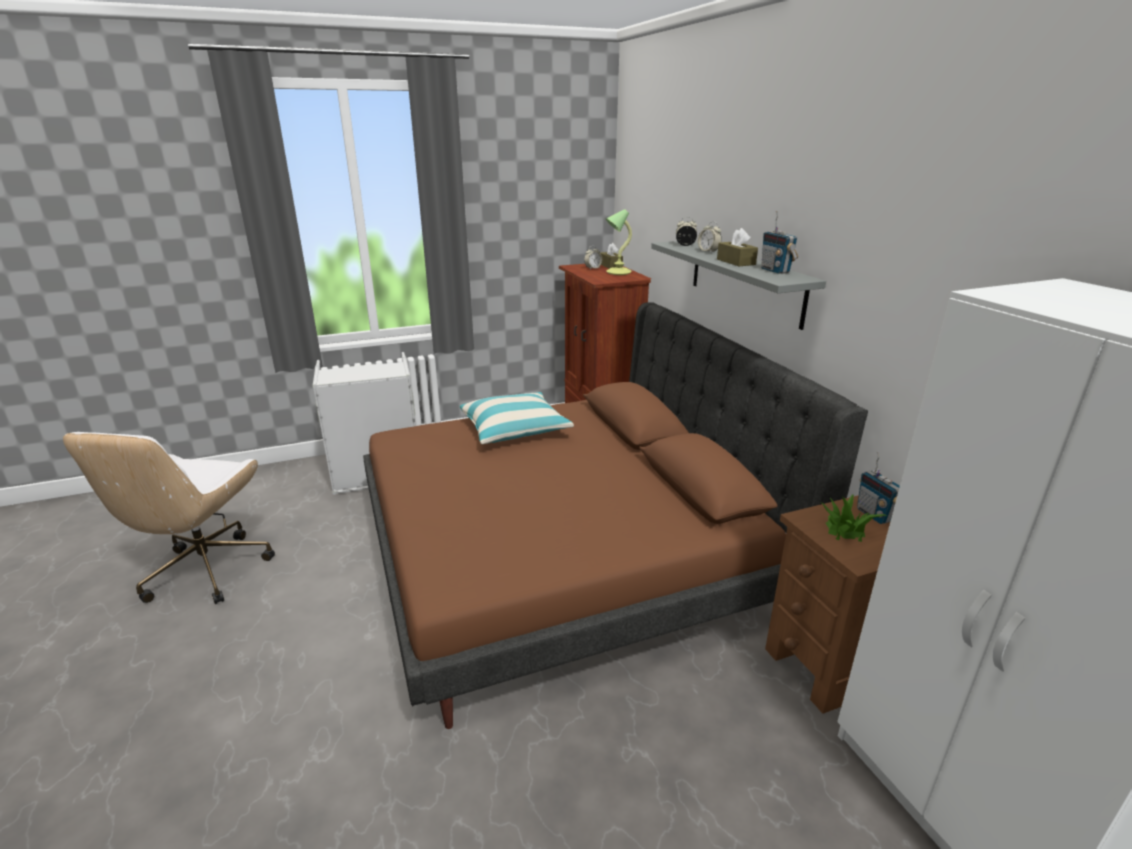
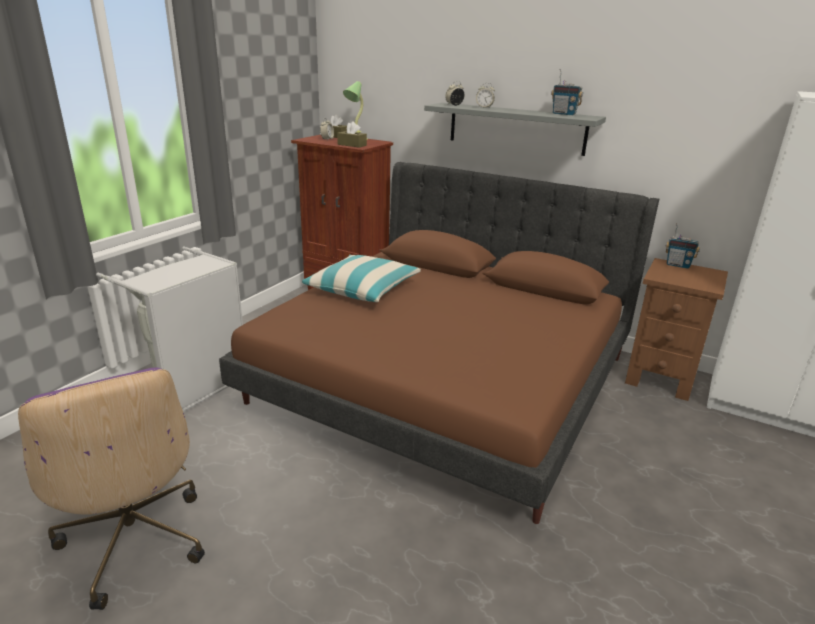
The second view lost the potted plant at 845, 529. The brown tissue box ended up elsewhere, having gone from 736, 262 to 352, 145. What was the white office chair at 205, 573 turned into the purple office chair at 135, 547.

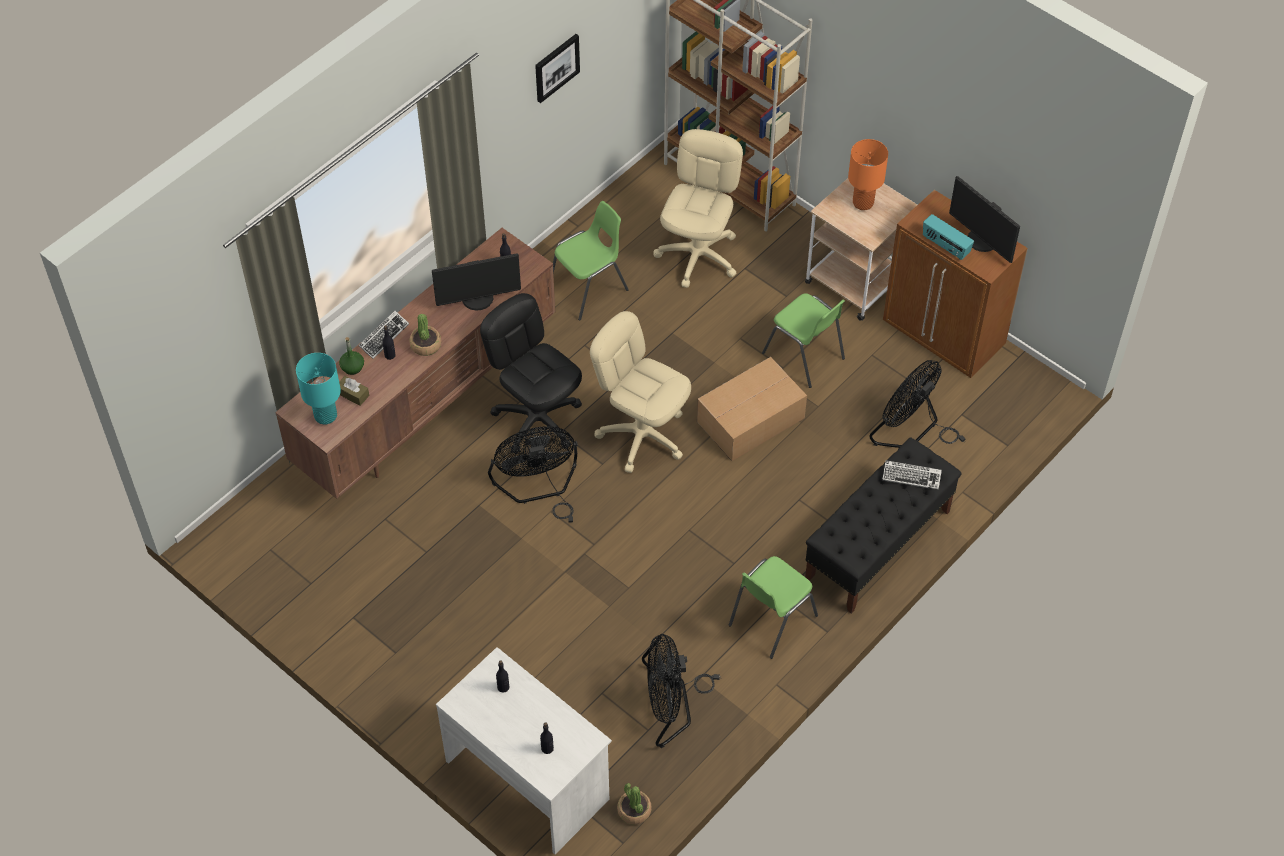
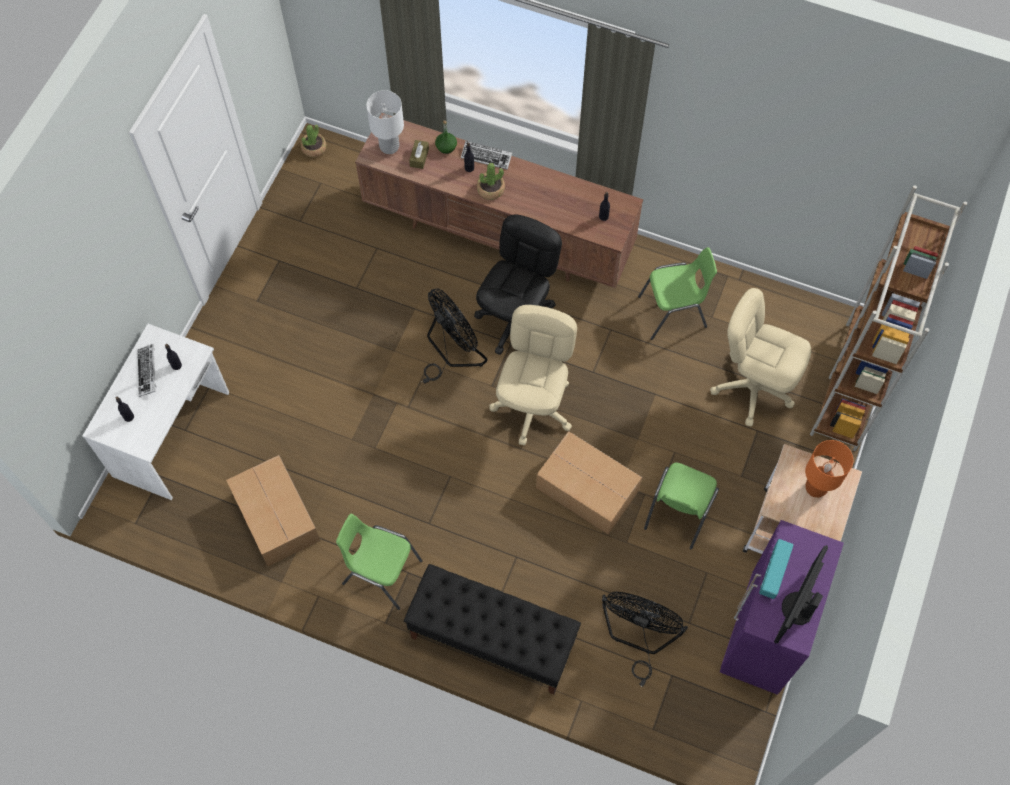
The second view lost the monitor at 478, 299. The second view lost the picture at 556, 67. The potted plant ended up elsewhere, having gone from 634, 810 to 314, 148. The keyboard ended up elsewhere, having gone from 911, 477 to 147, 372. Where the black fan stood at 672, 701, the cardboard box came to stand at 276, 518. What was the turquoise table lamp at 326, 417 turned into the white table lamp at 389, 148. What was the brown cabinet at 944, 331 turned into the purple cabinet at 764, 631. The green chair at 589, 289 ended up facing another way, 45 degrees counterclockwise from before. The beige office chair at 698, 256 ended up facing another way, 150 degrees counterclockwise from before.

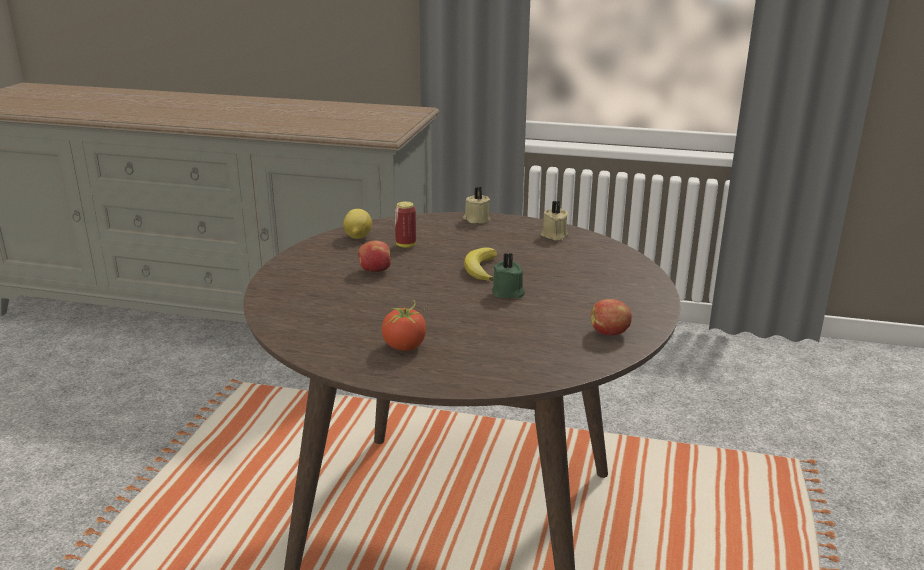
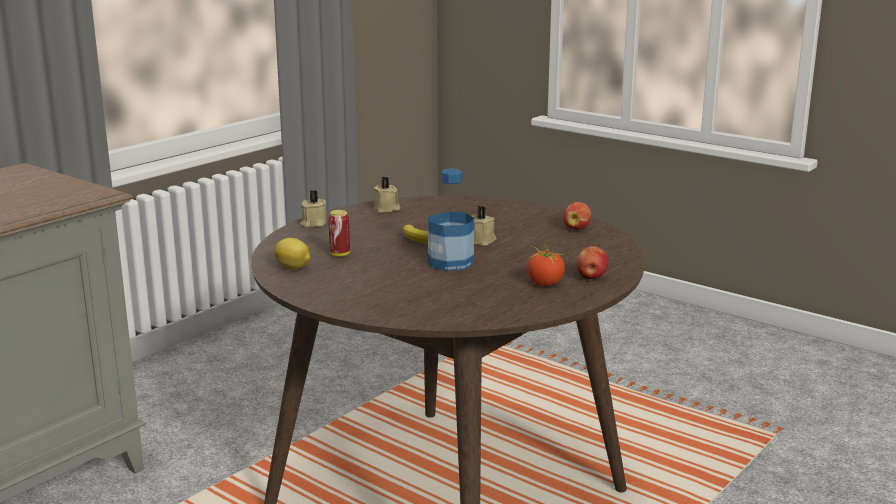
The second view gained the bottle at 450, 262. The apple ended up elsewhere, having gone from 374, 271 to 591, 277. What was the green candle at 508, 293 turned into the beige candle at 482, 241.

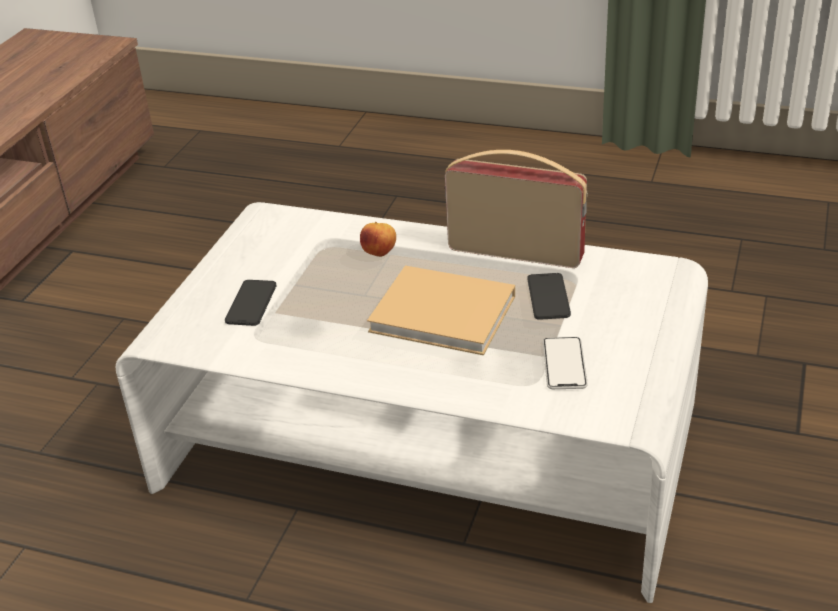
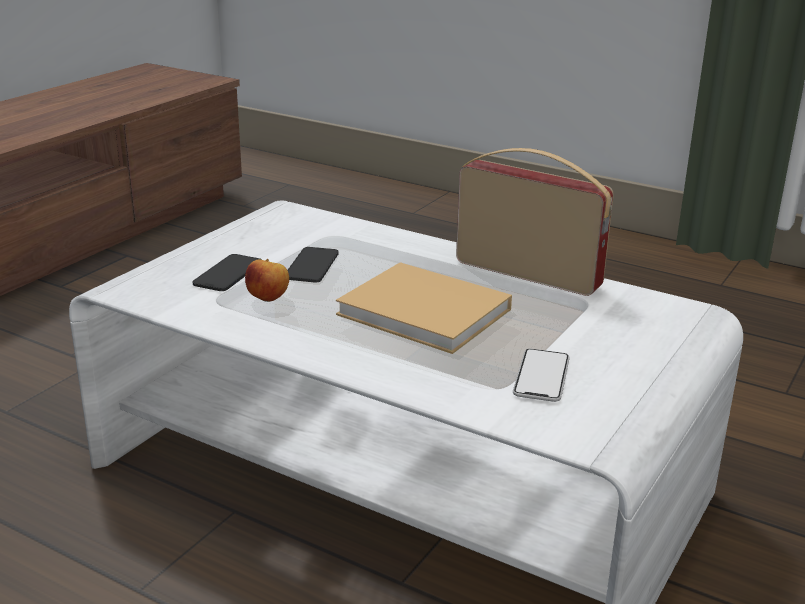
The apple ended up elsewhere, having gone from 379, 253 to 269, 299. The phone ended up elsewhere, having gone from 548, 297 to 312, 265.

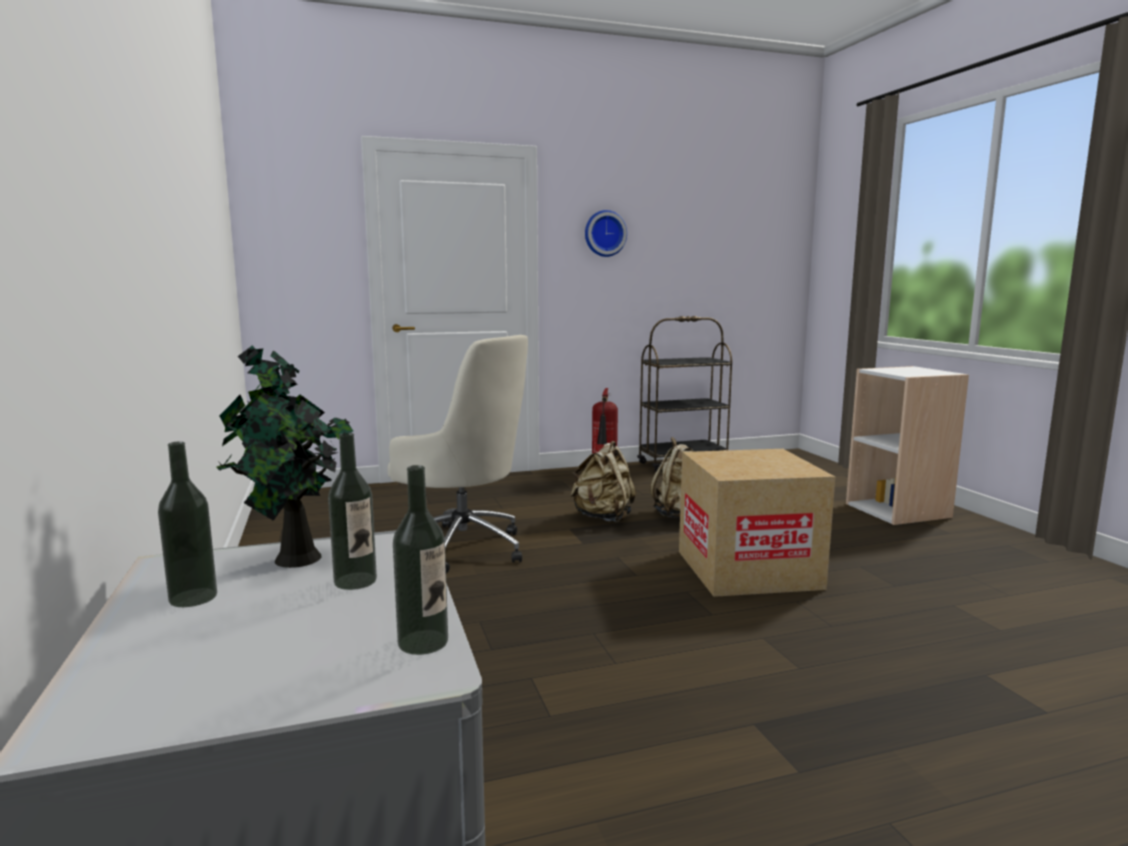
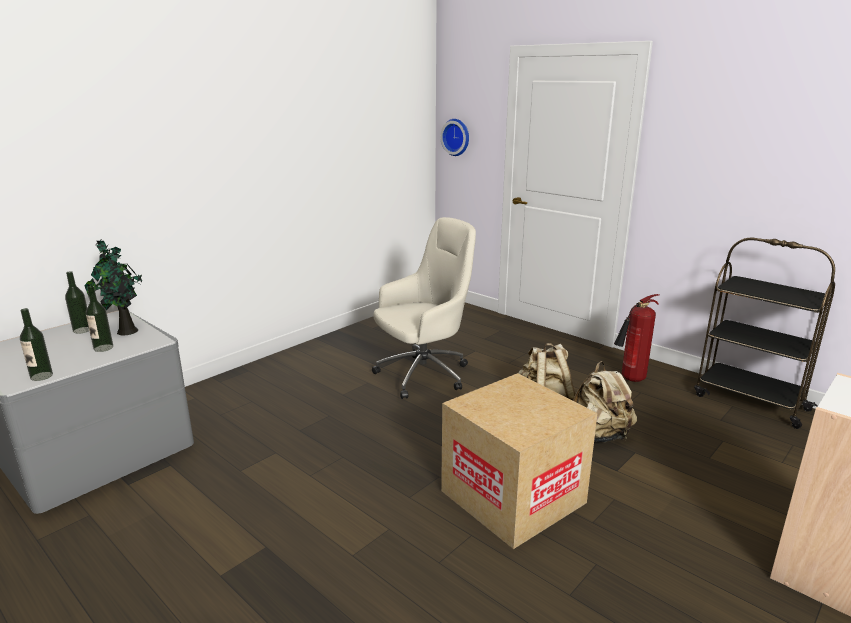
The wall clock ended up elsewhere, having gone from 604, 233 to 456, 137. The beige office chair at 464, 548 ended up facing another way, 120 degrees counterclockwise from before.

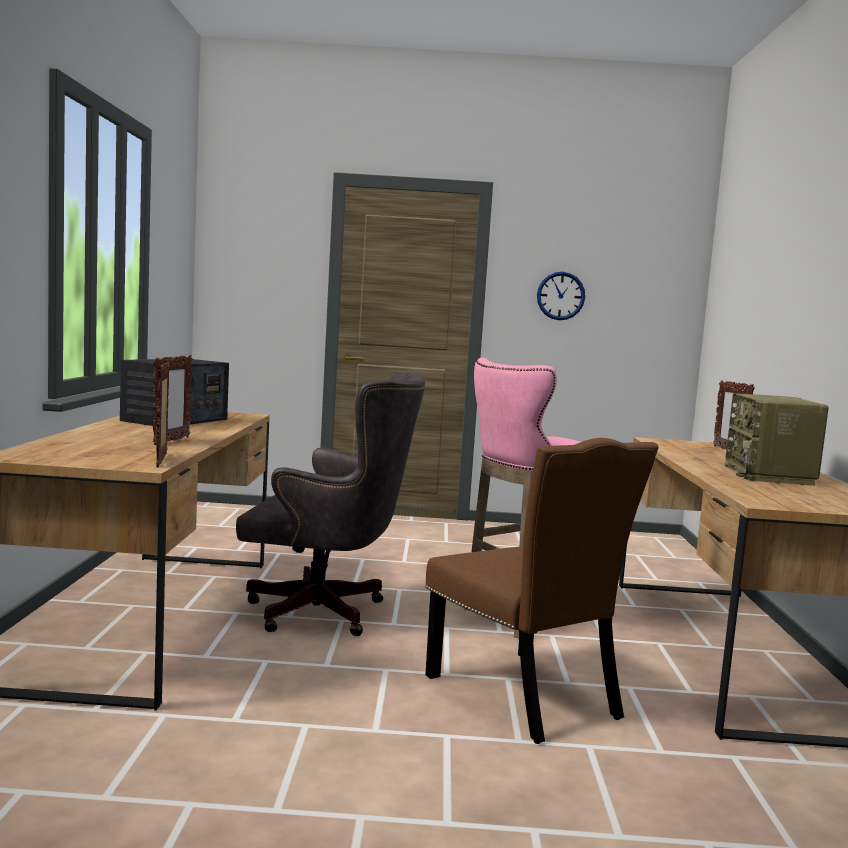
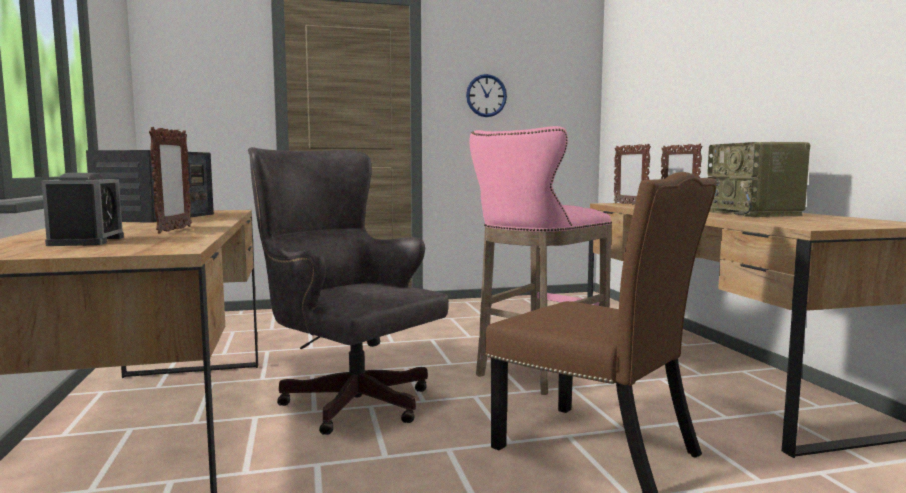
The second view gained the alarm clock at 87, 241. The picture frame ended up elsewhere, having gone from 162, 460 to 630, 204. The grey office chair at 326, 613 ended up facing another way, 135 degrees counterclockwise from before.

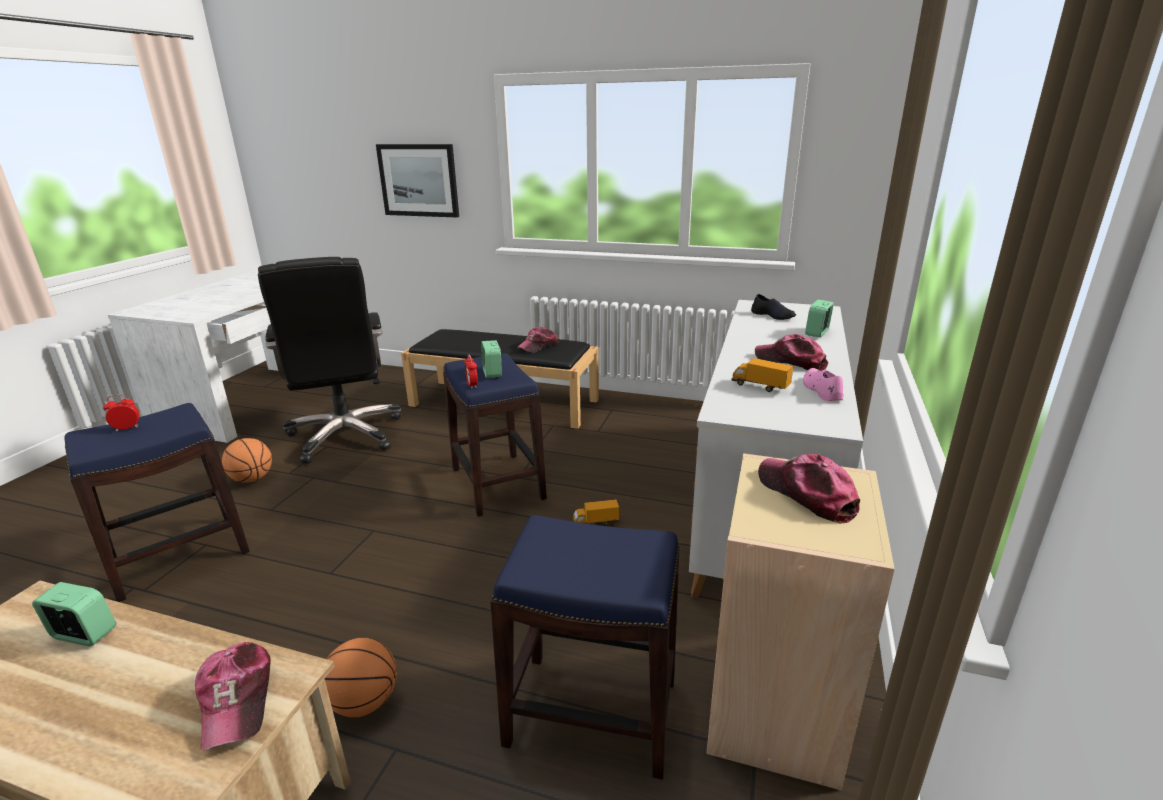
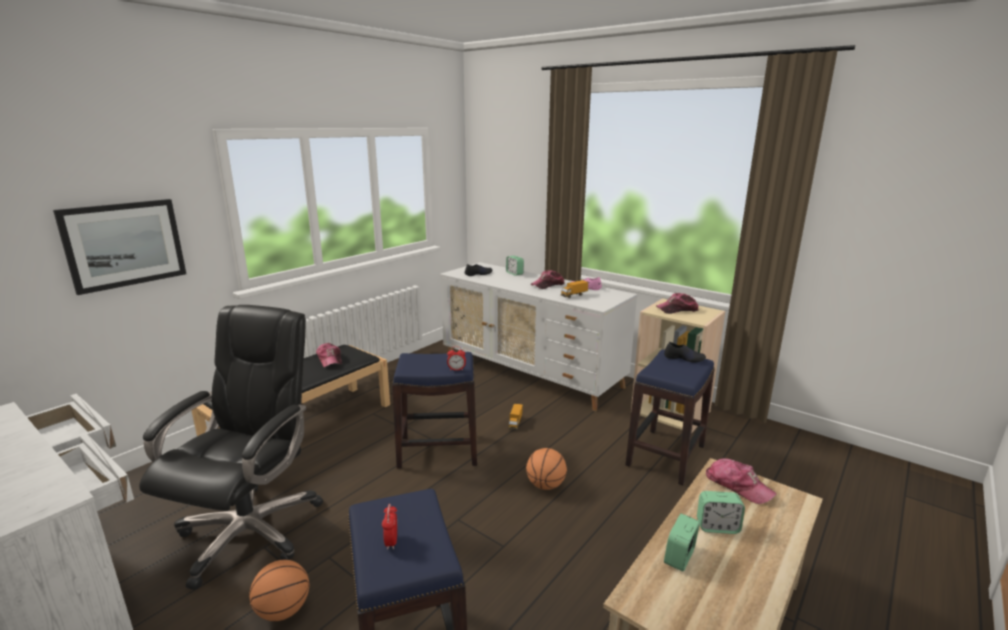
The second view gained the black shoe at 684, 358. The basketball ended up elsewhere, having gone from 364, 702 to 545, 485. The alarm clock ended up elsewhere, having gone from 492, 373 to 717, 526. The cap at 237, 700 ended up facing another way, 45 degrees clockwise from before. The black office chair at 345, 434 ended up facing another way, 75 degrees counterclockwise from before.

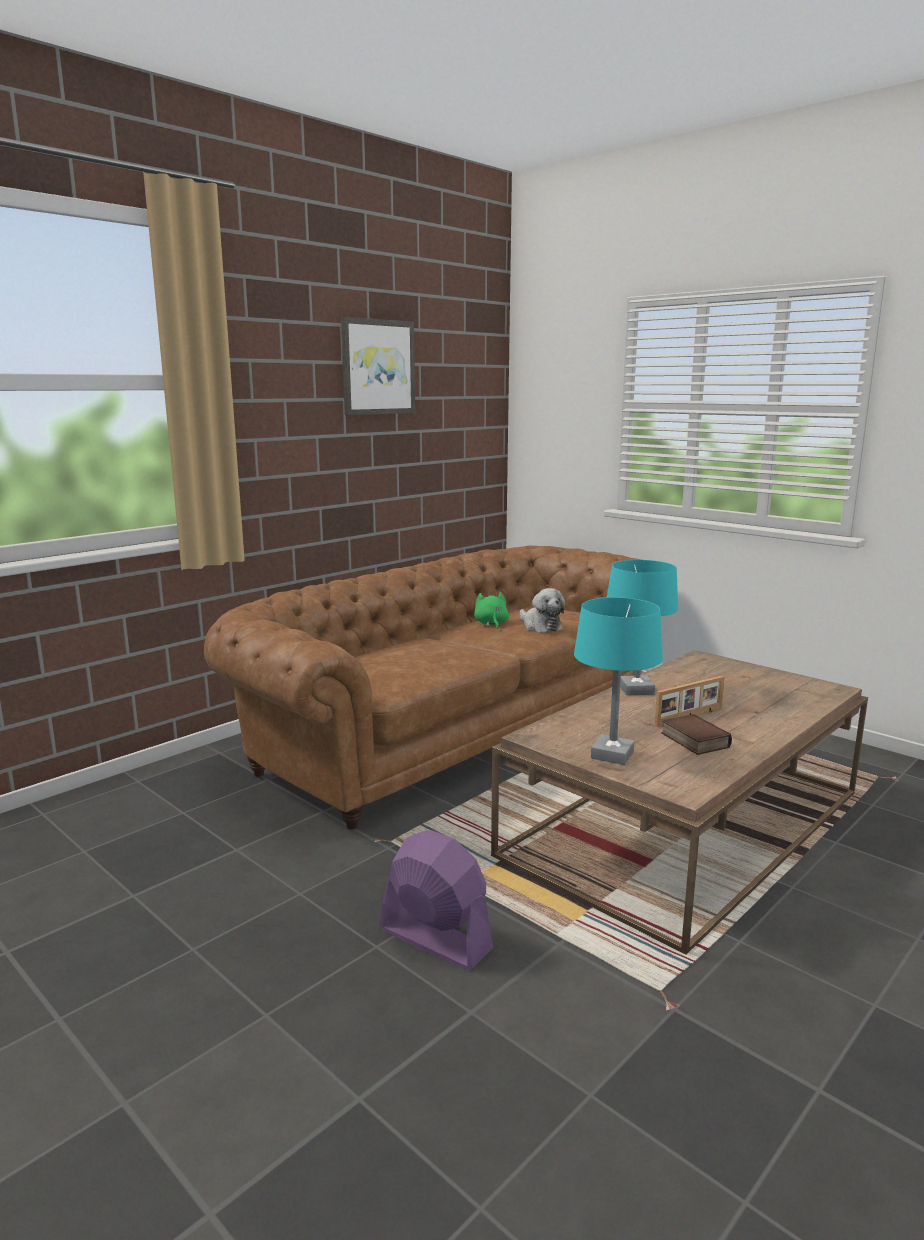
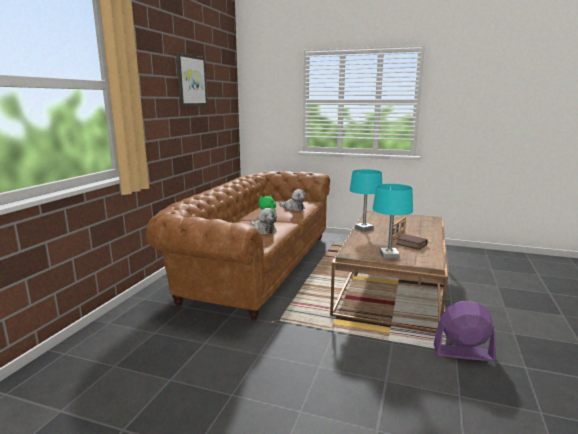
The second view gained the plush toy at 263, 230. The purple fan ended up elsewhere, having gone from 434, 938 to 463, 352.

